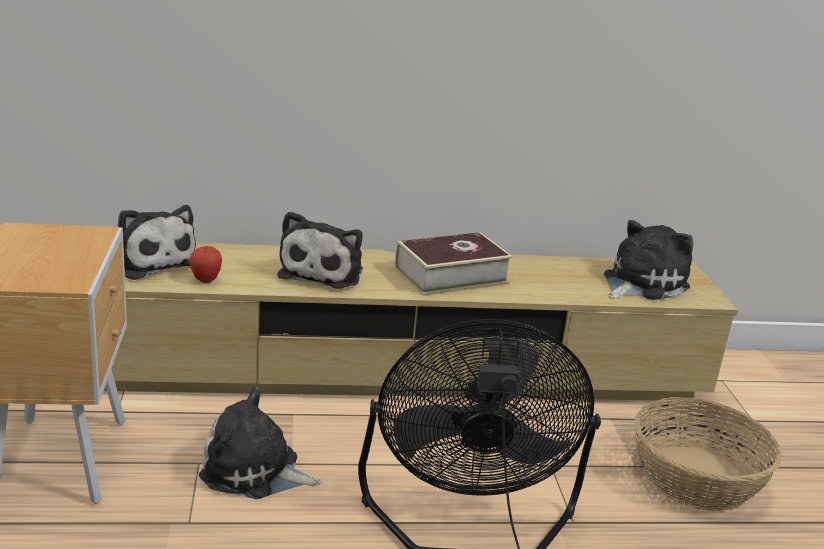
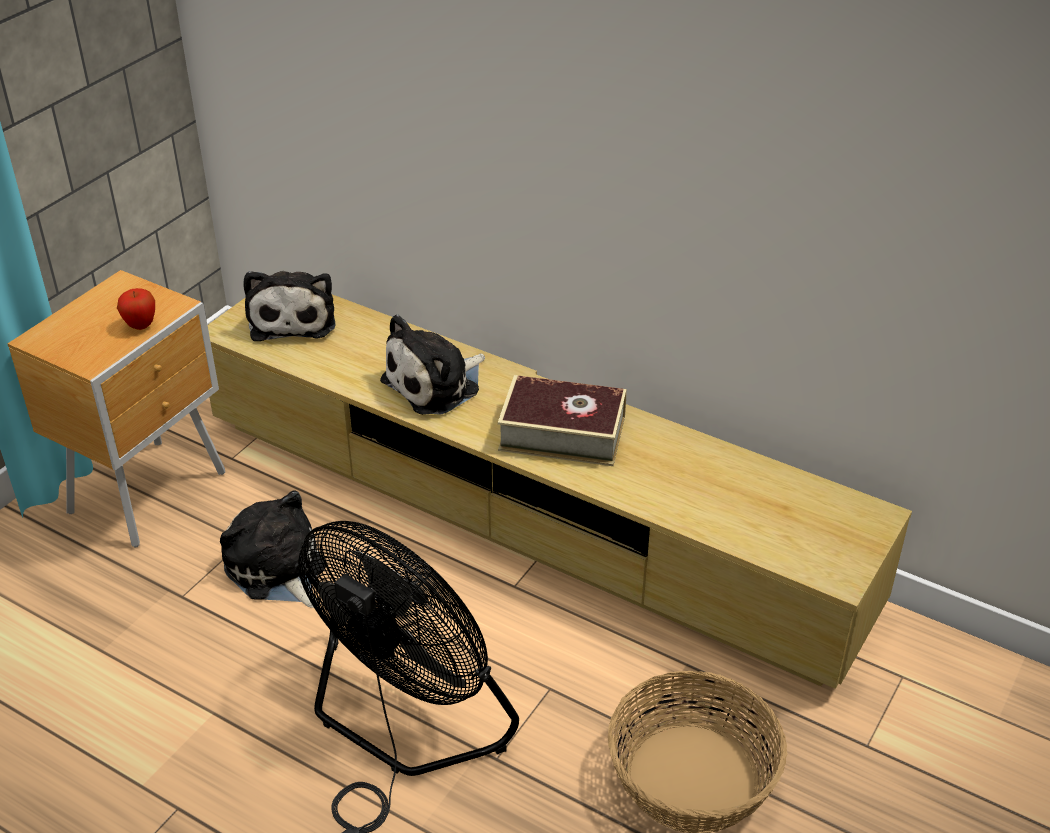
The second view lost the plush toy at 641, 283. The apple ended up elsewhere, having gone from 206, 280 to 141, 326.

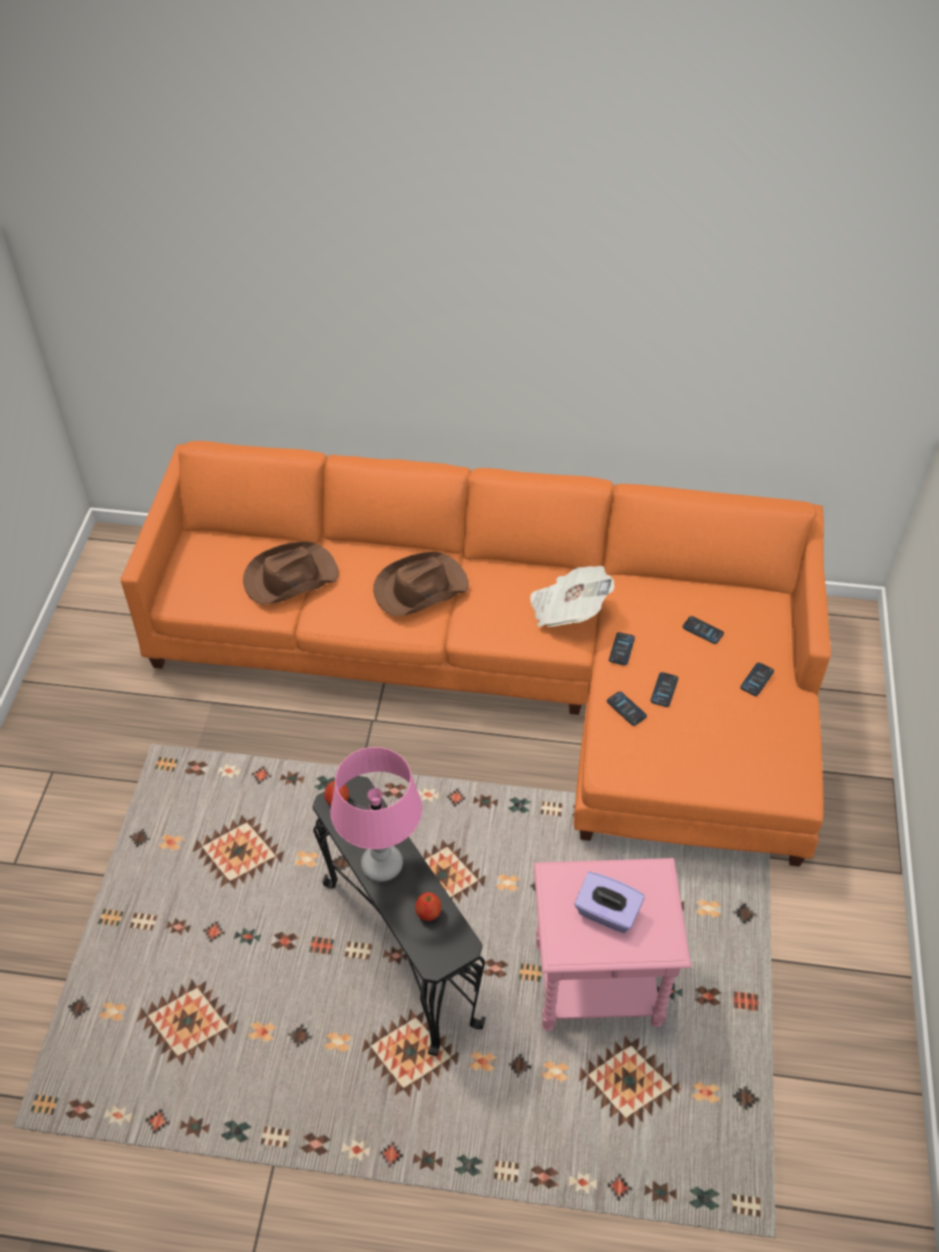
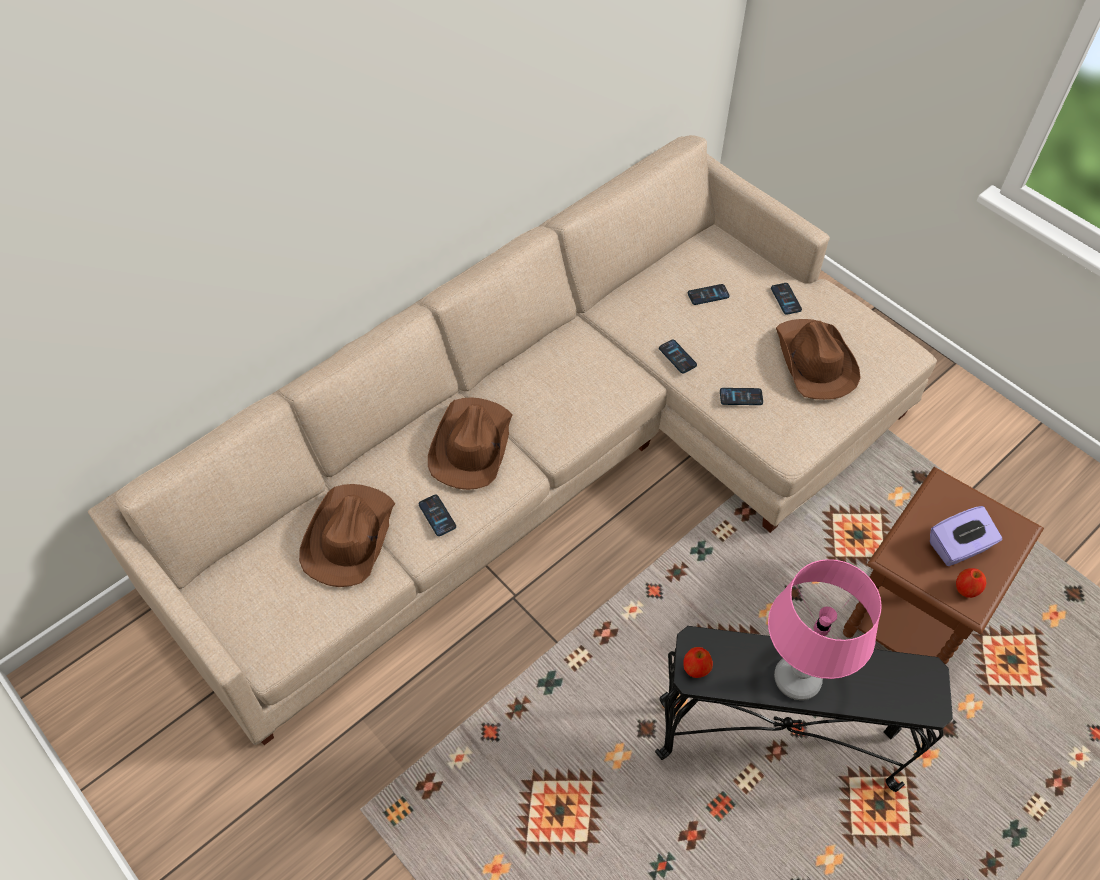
The second view lost the newspaper at 568, 610. The second view gained the brown hat at 814, 361. The apple ended up elsewhere, having gone from 428, 913 to 966, 590. The phone ended up elsewhere, having gone from 664, 690 to 437, 515. What was the orange sofa at 514, 664 turned into the beige sofa at 555, 451. What was the pink side table at 597, 981 turned into the brown side table at 908, 617.

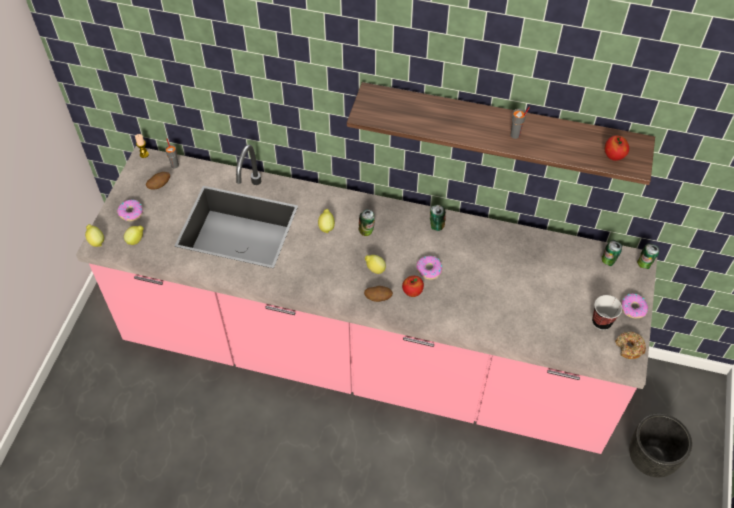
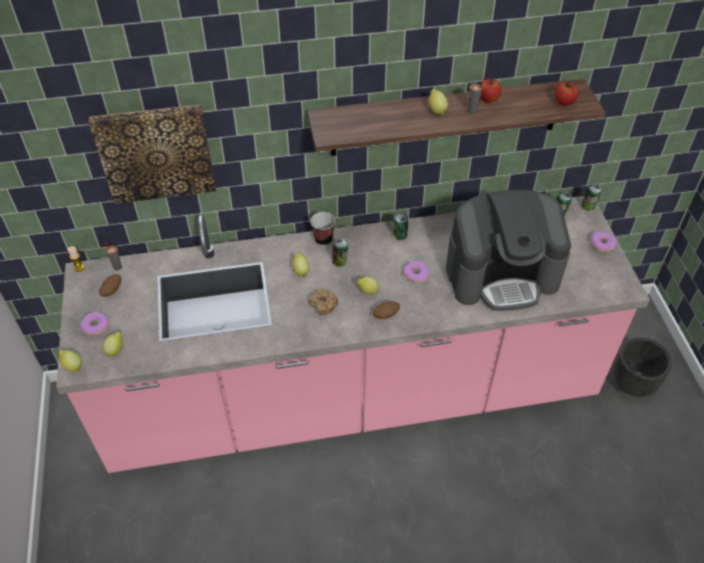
The second view gained the picture at 155, 152. The second view gained the lemon at 436, 110. The second view gained the coffee machine at 502, 274. The apple ended up elsewhere, having gone from 412, 292 to 488, 100. The cup ended up elsewhere, having gone from 601, 322 to 323, 239. The donut ended up elsewhere, having gone from 629, 348 to 323, 305.

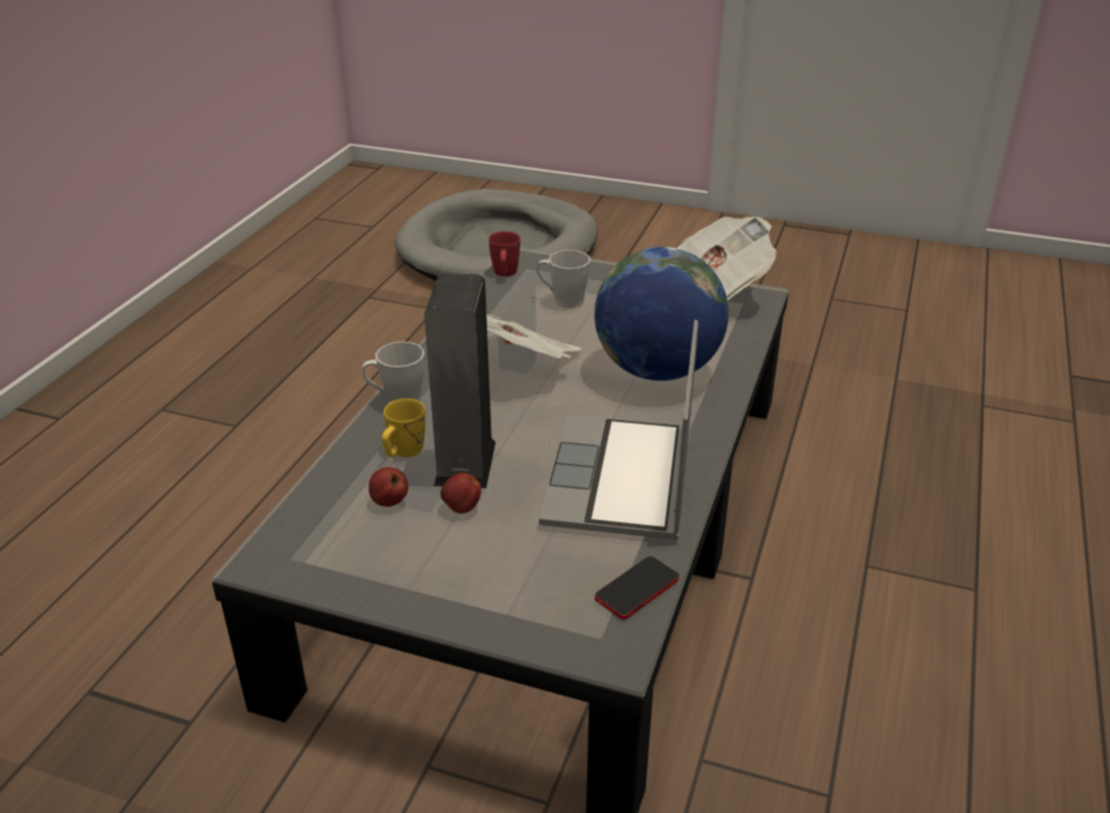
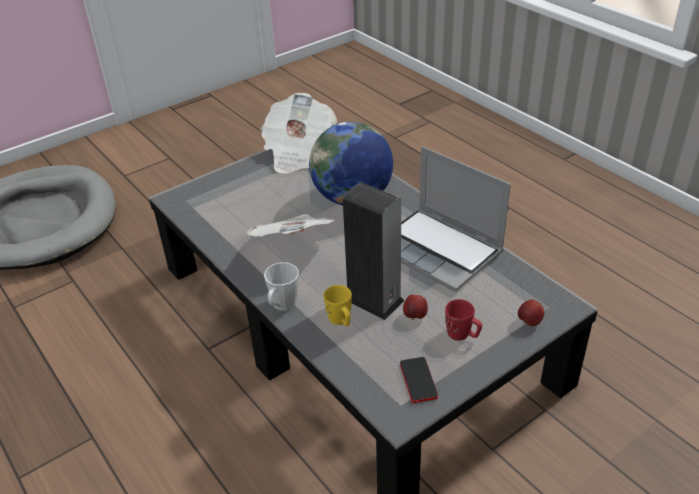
The second view lost the grey mug at 563, 300. The apple ended up elsewhere, having gone from 389, 502 to 529, 322. The red mug ended up elsewhere, having gone from 505, 273 to 462, 335. The phone ended up elsewhere, having gone from 637, 589 to 418, 380.

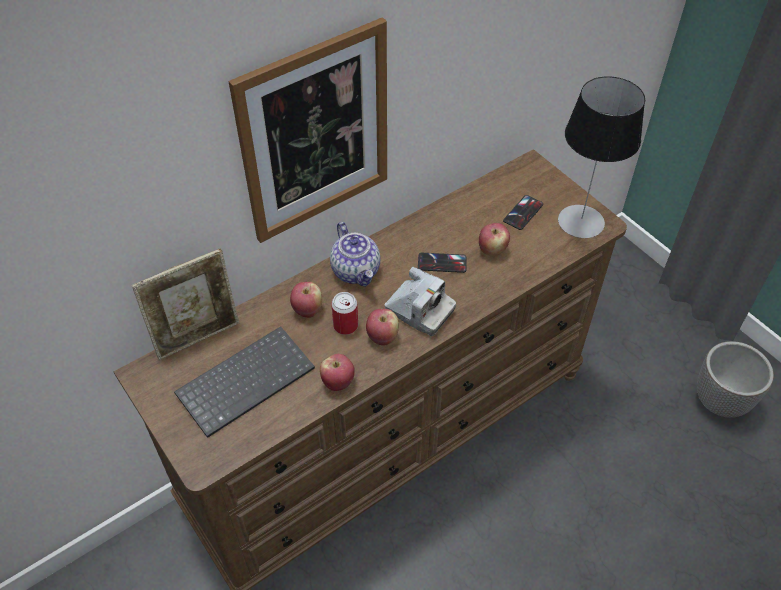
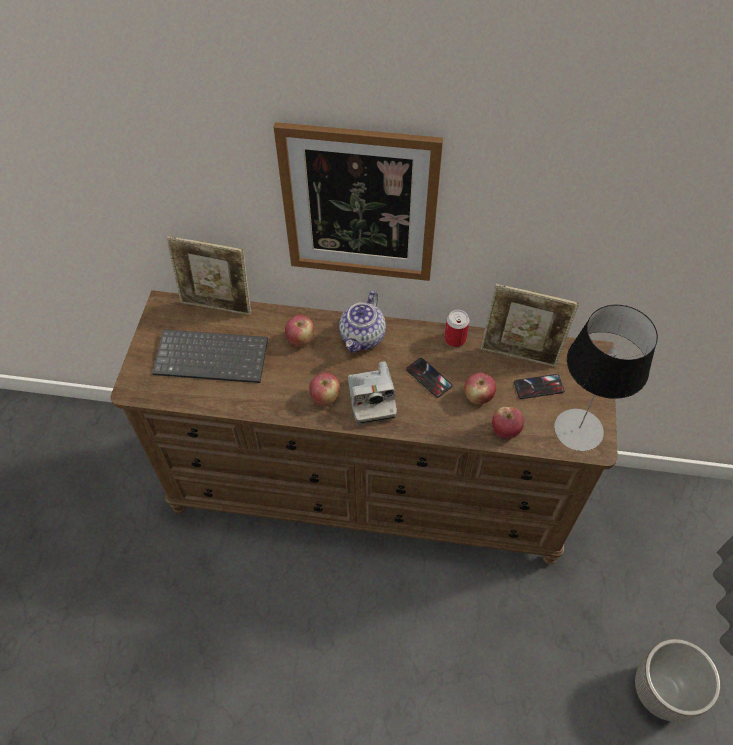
The second view gained the picture frame at 519, 354. The apple ended up elsewhere, having gone from 338, 382 to 505, 431. The can ended up elsewhere, having gone from 345, 325 to 455, 339.

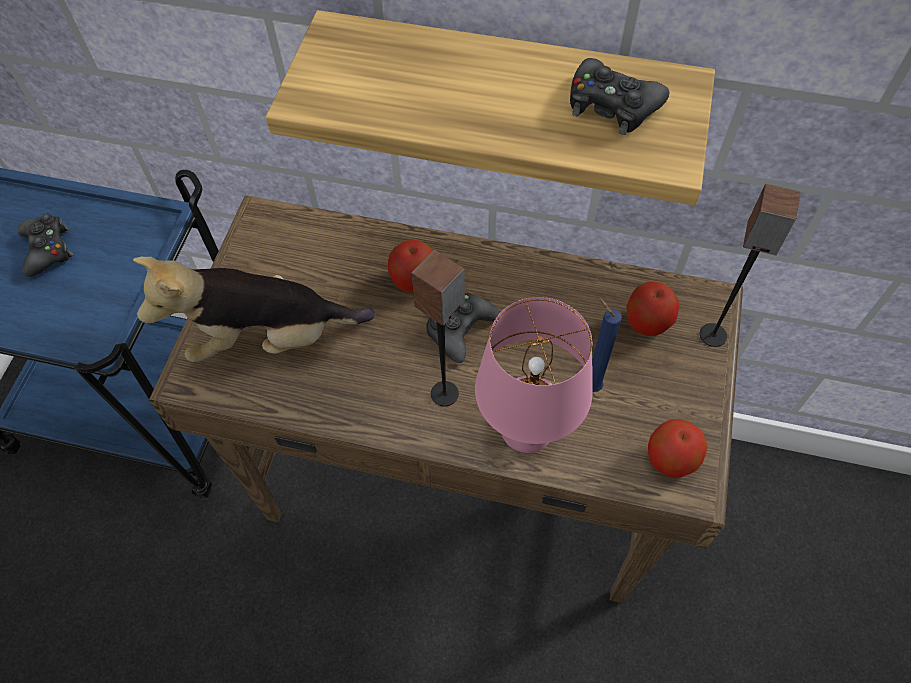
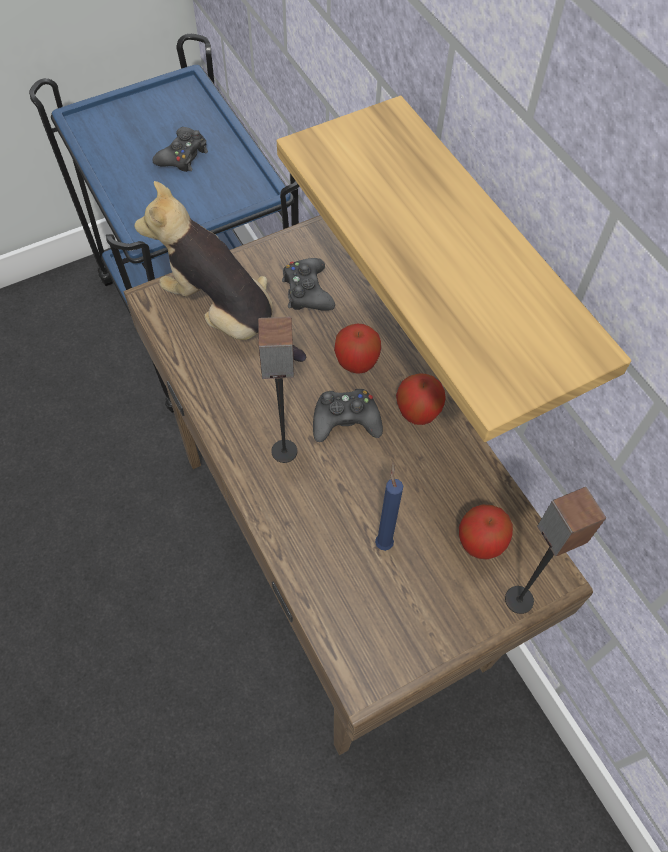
The second view lost the pink table lamp at 527, 432. The black game controller ended up elsewhere, having gone from 612, 105 to 307, 291. The apple ended up elsewhere, having gone from 670, 459 to 418, 411.

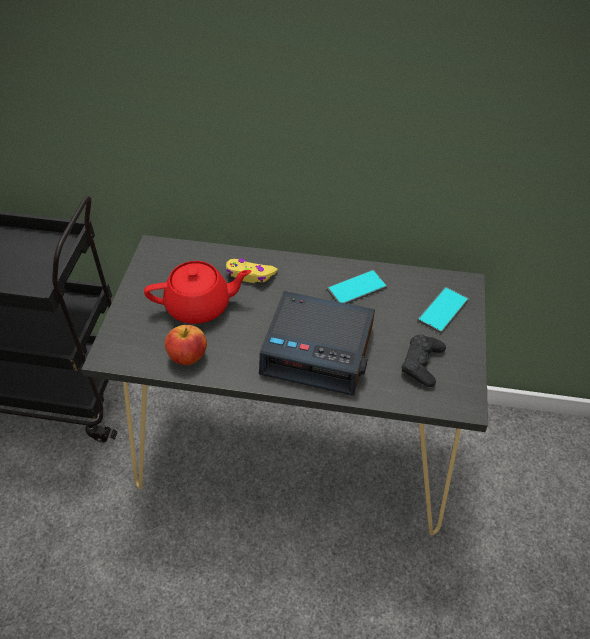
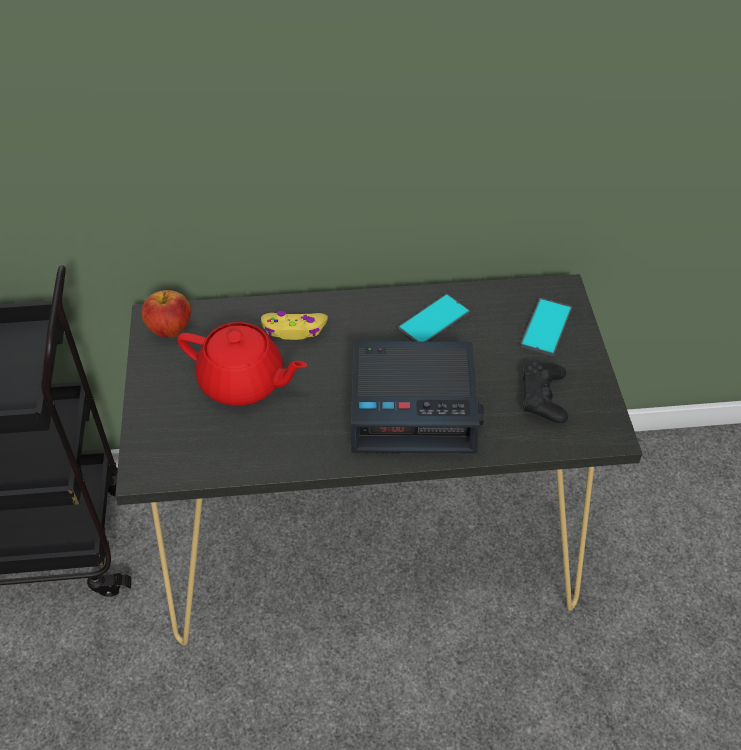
The apple ended up elsewhere, having gone from 188, 356 to 170, 329. The red teapot at 200, 306 ended up facing another way, 45 degrees clockwise from before.

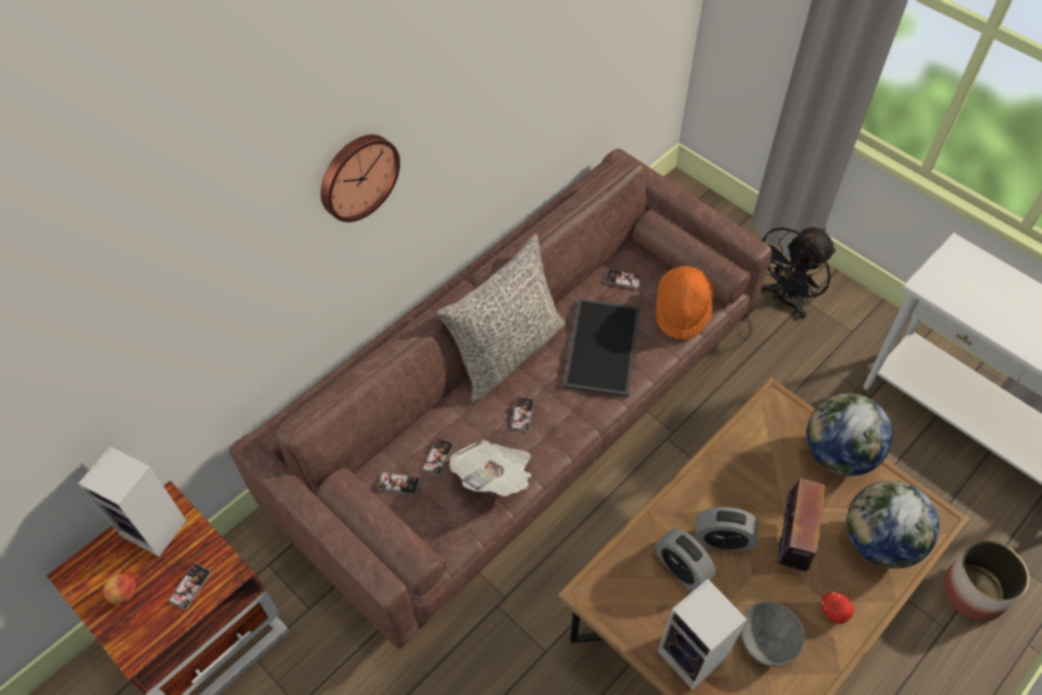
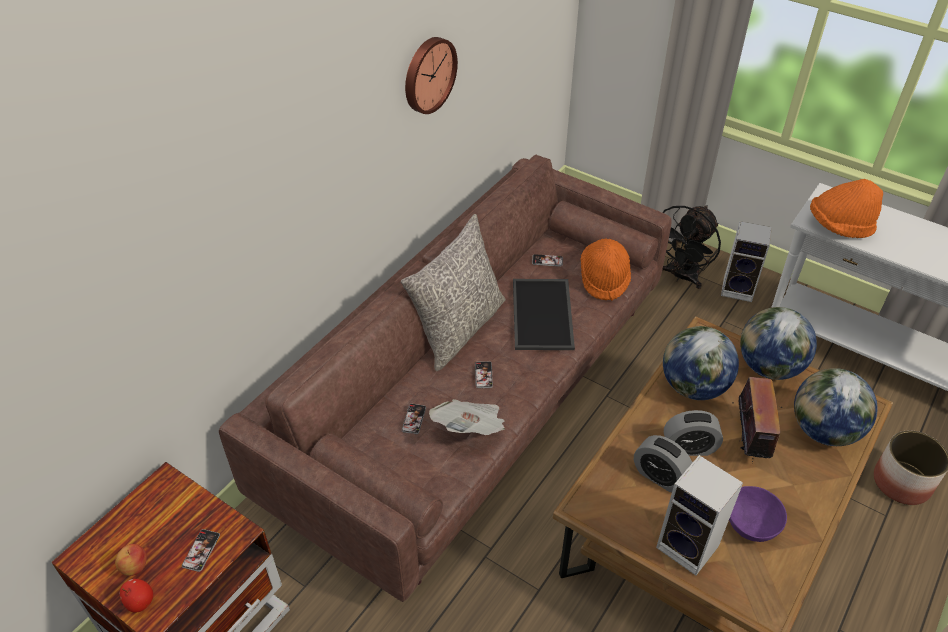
The second view lost the phone at 398, 483. The second view gained the globe at 693, 387. The second view gained the orange hat at 839, 226. The speaker ended up elsewhere, having gone from 156, 528 to 739, 289. The wall clock ended up elsewhere, having gone from 357, 176 to 428, 74. The apple ended up elsewhere, having gone from 834, 612 to 140, 602. What was the grey bowl at 766, 641 turned into the purple bowl at 750, 524.

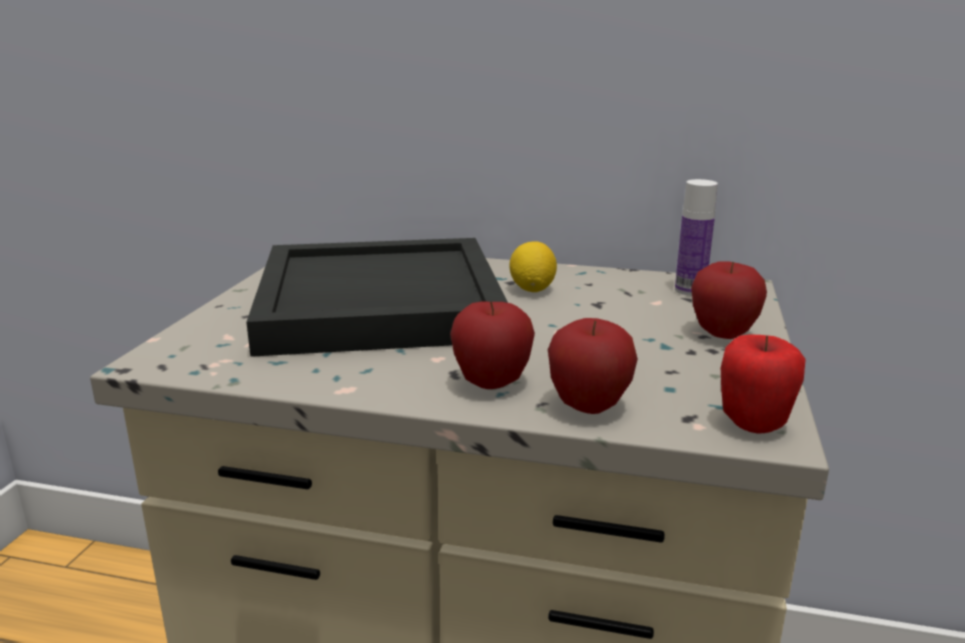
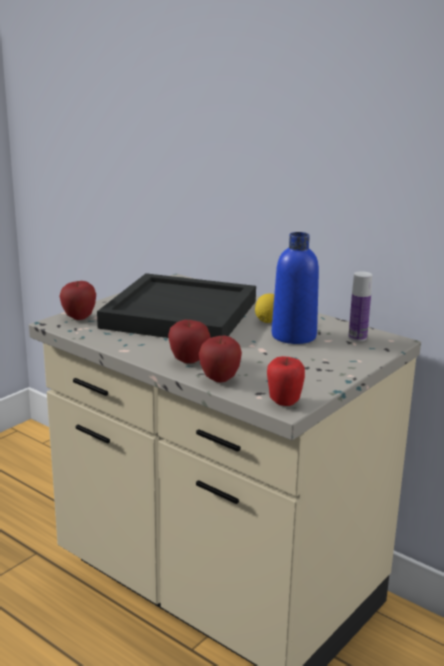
The second view gained the blue bottle at 293, 336. The apple ended up elsewhere, having gone from 722, 334 to 79, 317.

